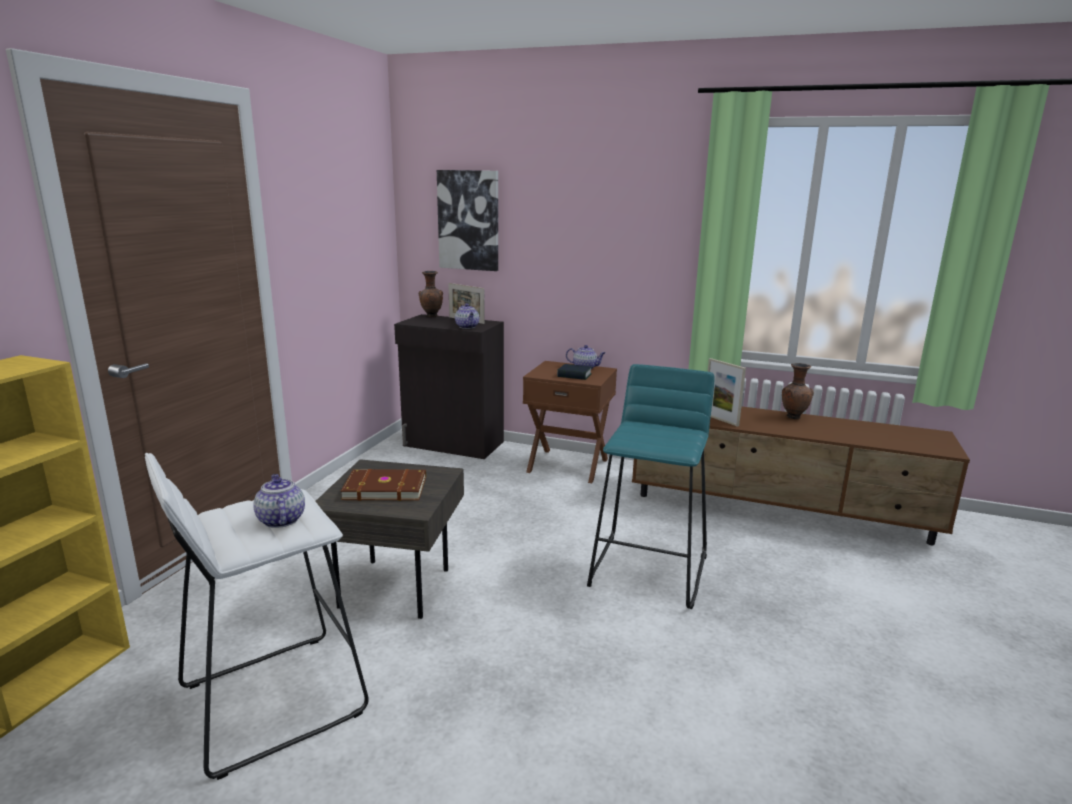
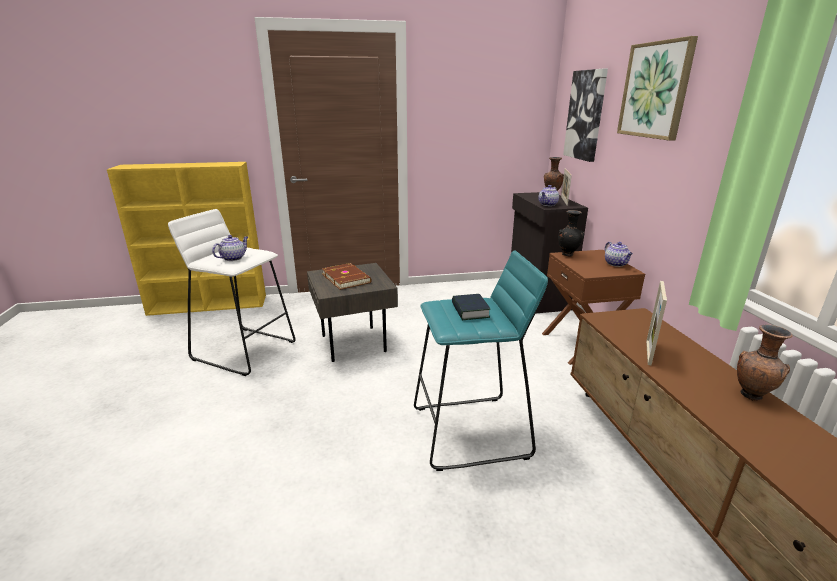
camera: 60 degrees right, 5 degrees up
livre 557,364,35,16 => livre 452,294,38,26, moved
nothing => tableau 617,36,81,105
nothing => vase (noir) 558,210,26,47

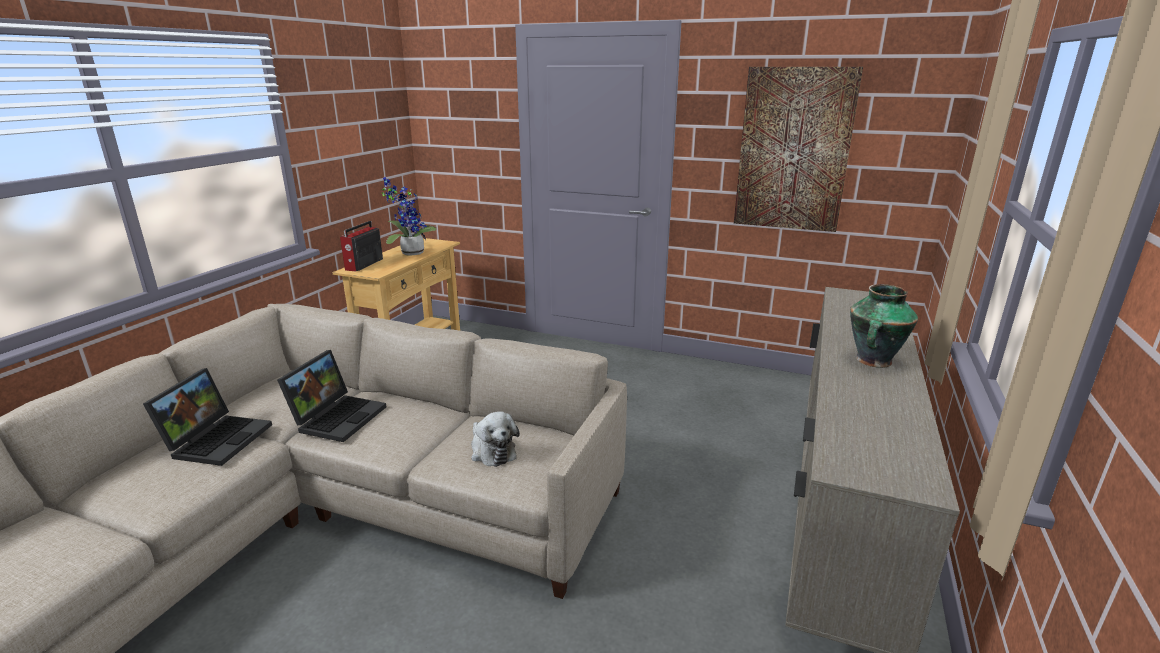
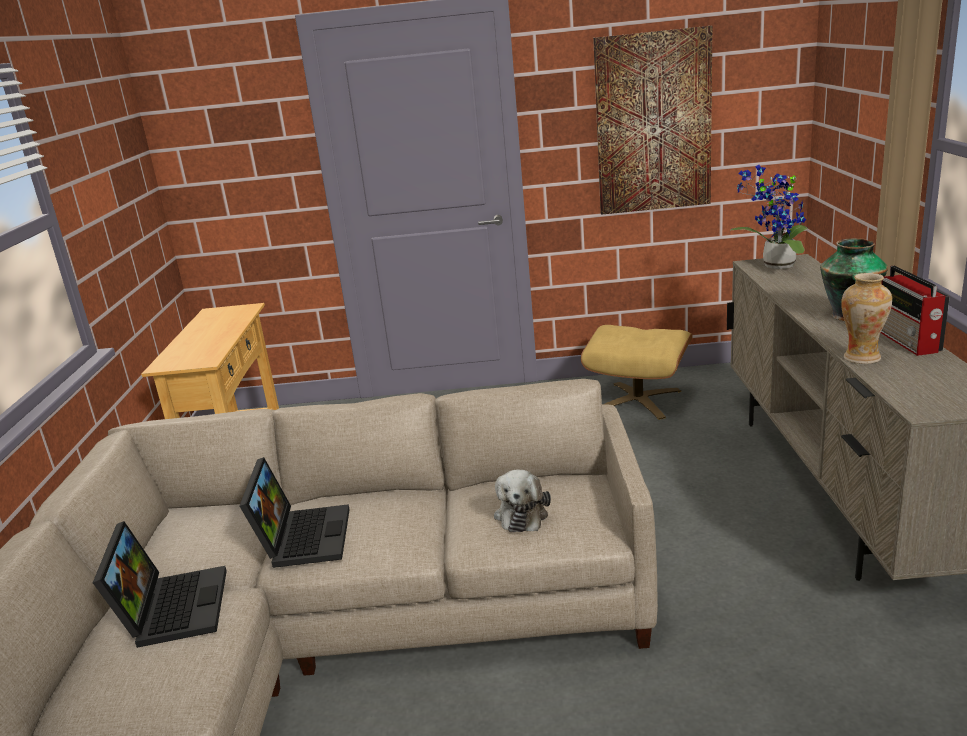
camera: 20 degrees left, 0 degrees up
plante en pot 382,177,55,79 => plante en pot 730,165,77,104, moved
radio 340,221,43,50 => radio 881,266,69,90, moved
peluche 471,411,48,56 => peluche 494,470,57,62, 60 degrees clockwise
nothing => vase 841,273,51,91
nothing => pouf (beige) 581,325,112,95

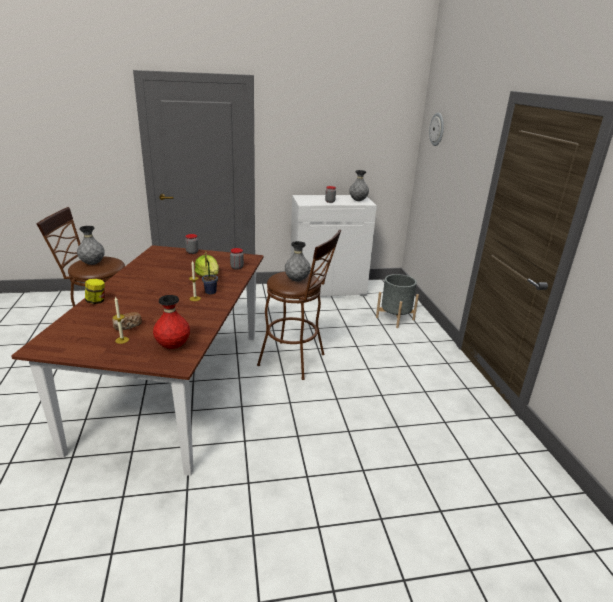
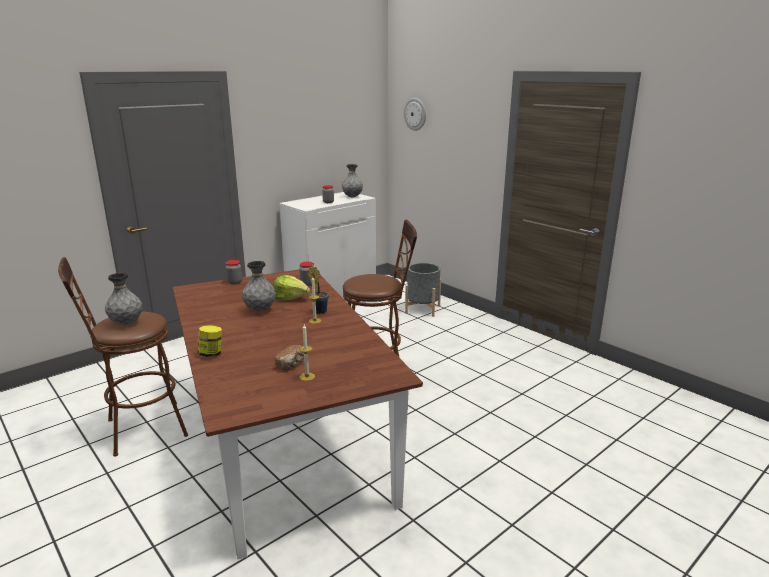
camera: 30 degrees left, 5 degrees down
vase (gris) 285,241,26,41 => vase (gris) 242,261,34,51, moved
vase (rouge) 153,295,37,54 => nothing

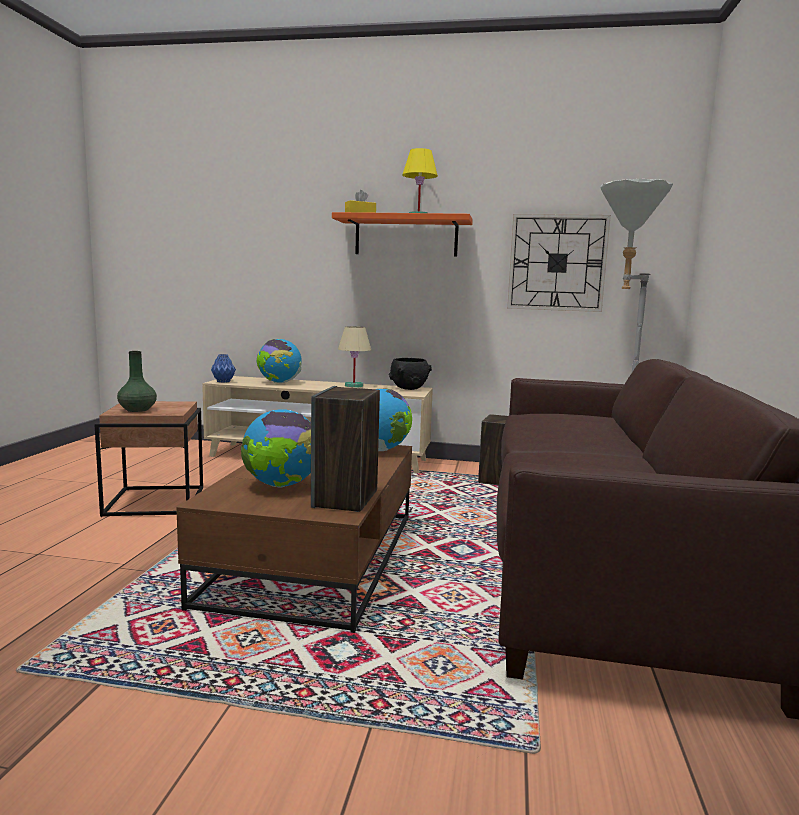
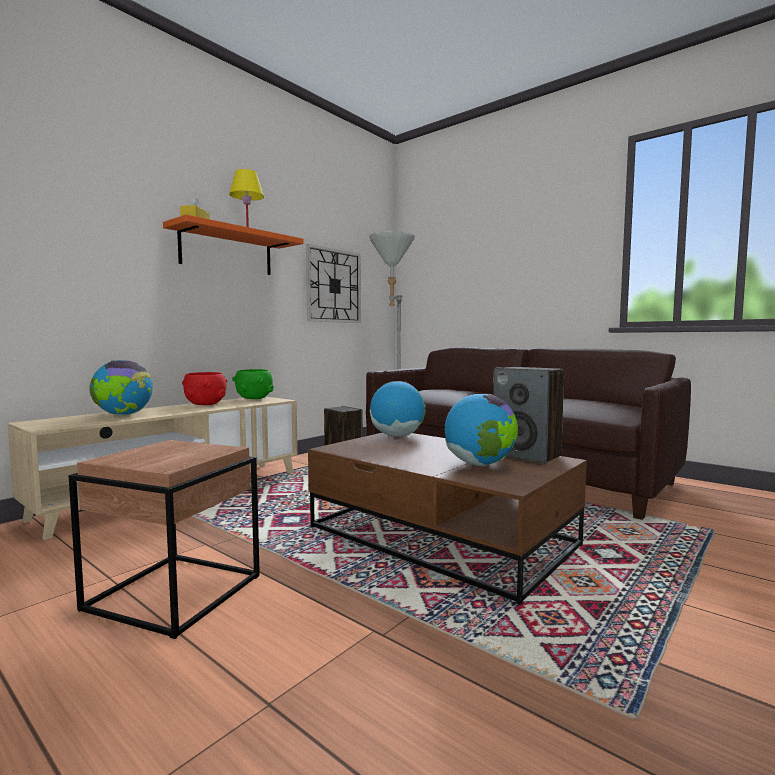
camera: 60 degrees left, 5 degrees down
lampe de table (beige) 338,326,33,62 => bol (rouge) 182,372,45,33
vase (vert) 117,351,40,61 => nothing
vase (bleu) 211,354,25,29 => nothing
bol (noir) 389,358,43,32 => bol (vert) 232,369,42,30

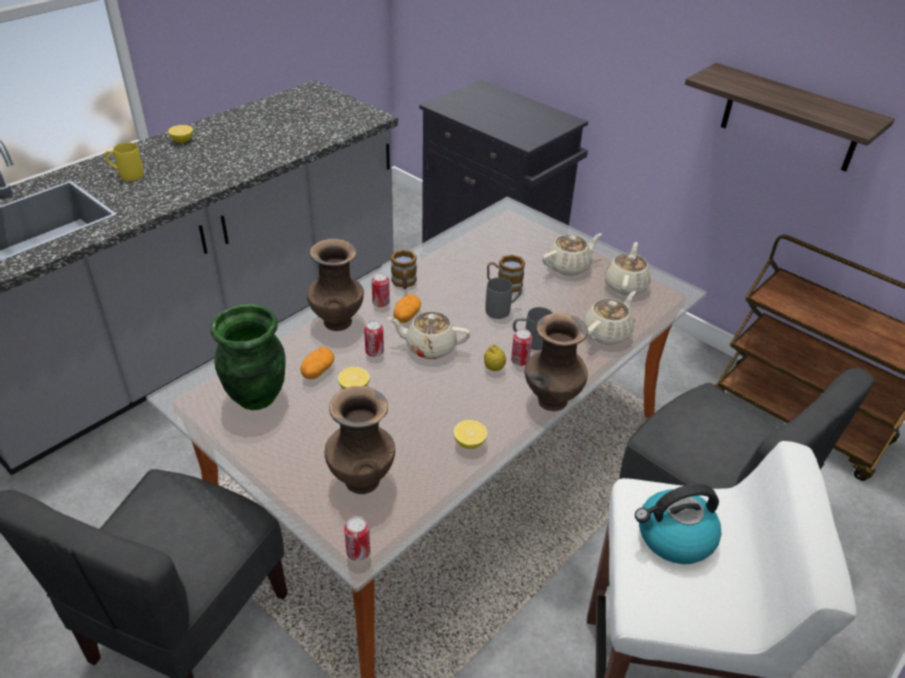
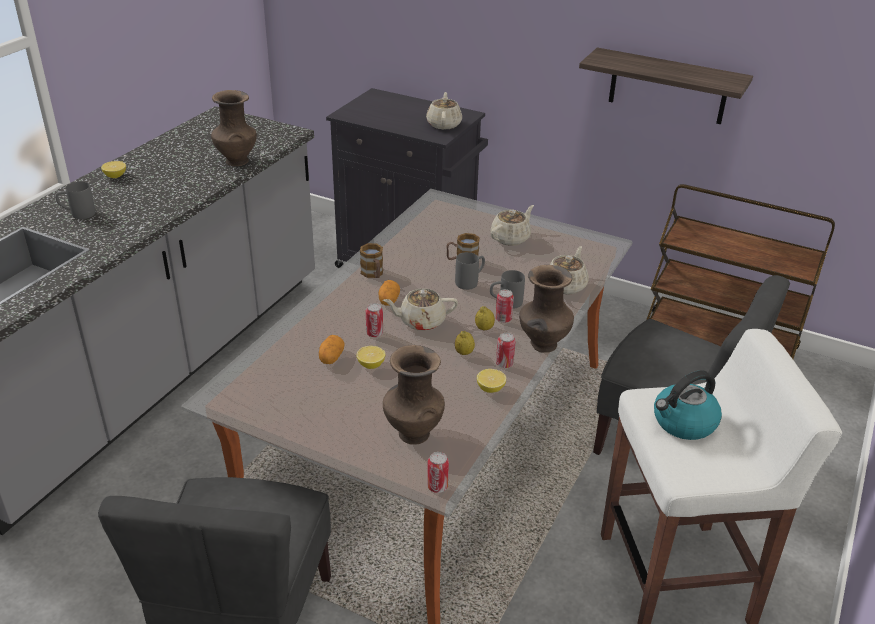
camera: 15 degrees left, 5 degrees down
mug (jaune) 105,142,39,39 => mug (gris) 55,182,41,37
vase (marron) 307,239,57,92 => vase (marron) 211,90,46,76, moved
théière (beige) 604,242,47,53 => théière (beige) 426,92,36,37, moved
boîte métallique 372,273,18,34 => boîte métallique 496,333,20,35, moved
vase (vert) 210,304,75,106 => nothing
nothing => citron 455,331,20,24

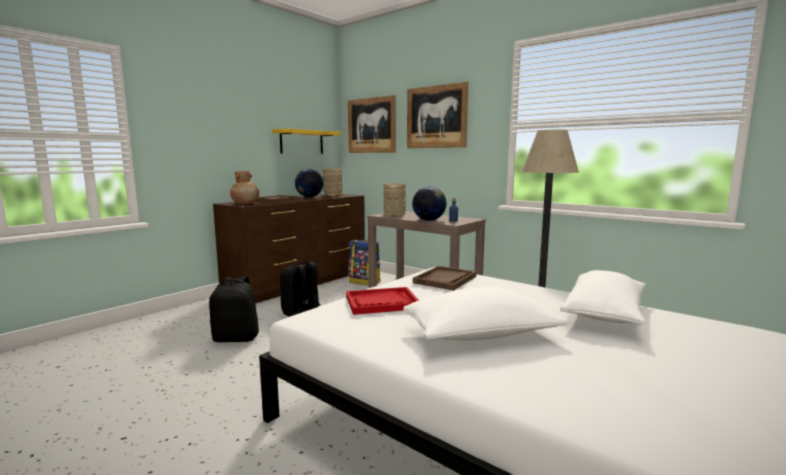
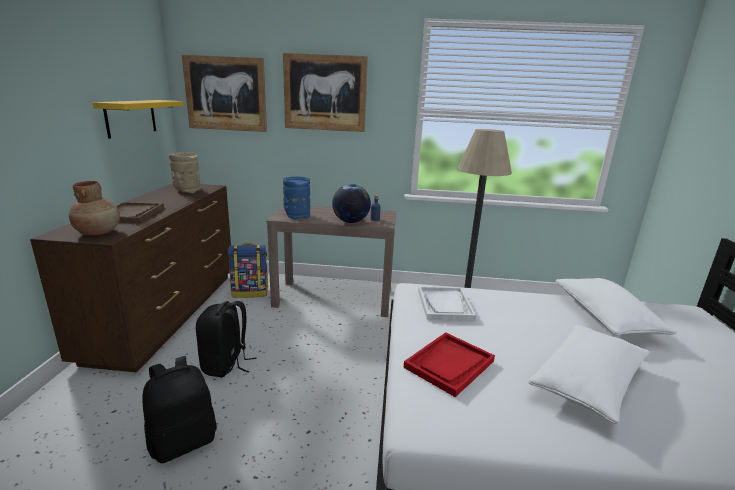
camera: 35 degrees left, 10 degrees up
globe 295,169,28,28 => nothing
vase (beige) 383,183,23,34 => vase (bleu) 283,177,27,43
plateau (marron) 413,266,63,25 => plateau (blanc) 418,286,58,35

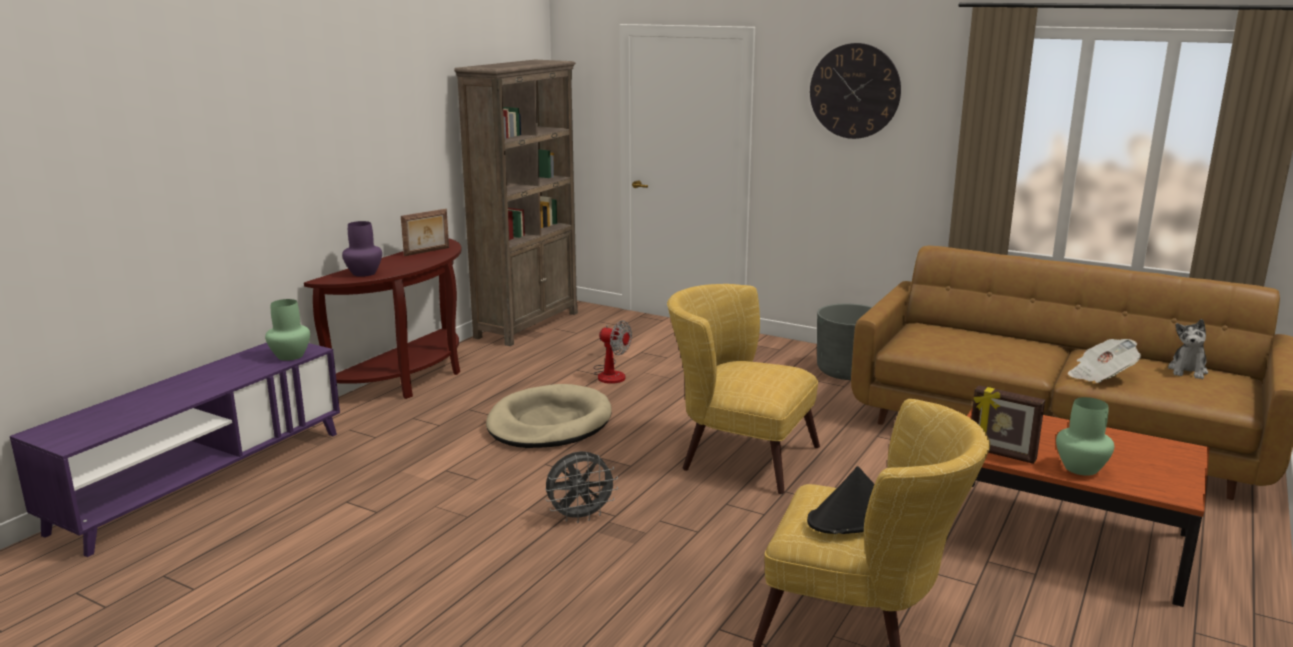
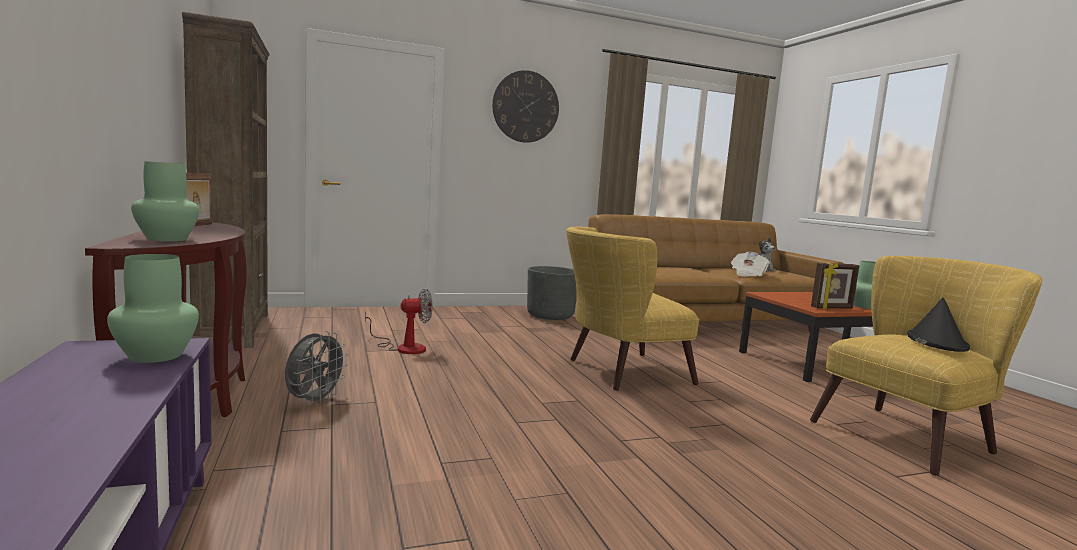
camera: 50 degrees left, 10 degrees down
vase (violet) 342,221,40,56 => vase (vert) 131,161,69,80
panier pour chien (beige) 486,384,126,64 => nothing
ventilateur (gris) 545,451,73,72 => ventilateur (gris) 285,331,63,75, moved

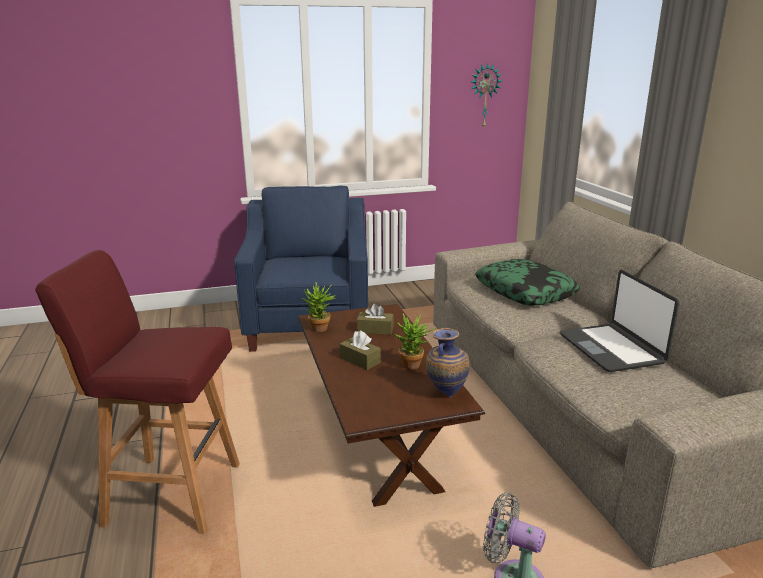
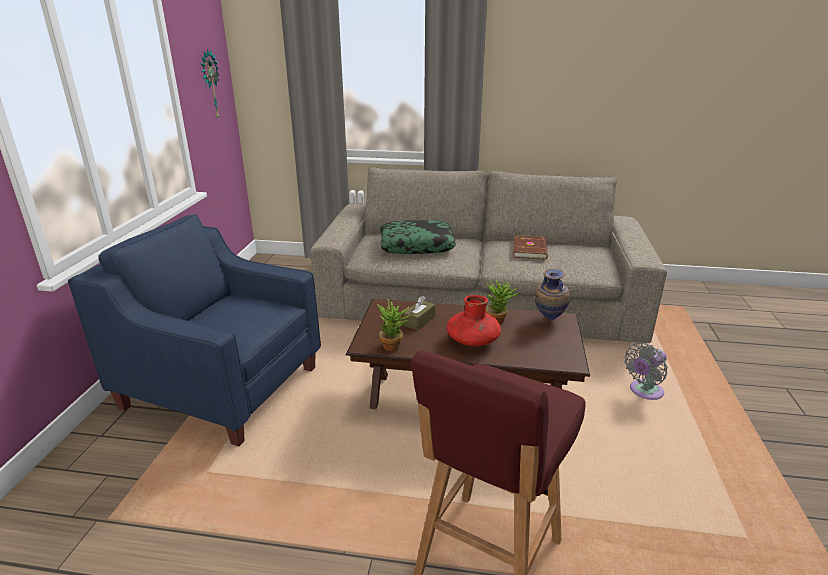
camera: 65 degrees left, 5 degrees up
ordinateur portable 560,270,120,102 => livre (marron) 513,235,35,25
boîte à mouchoirs (marron) 340,330,41,40 => vase (rouge) 446,295,55,52

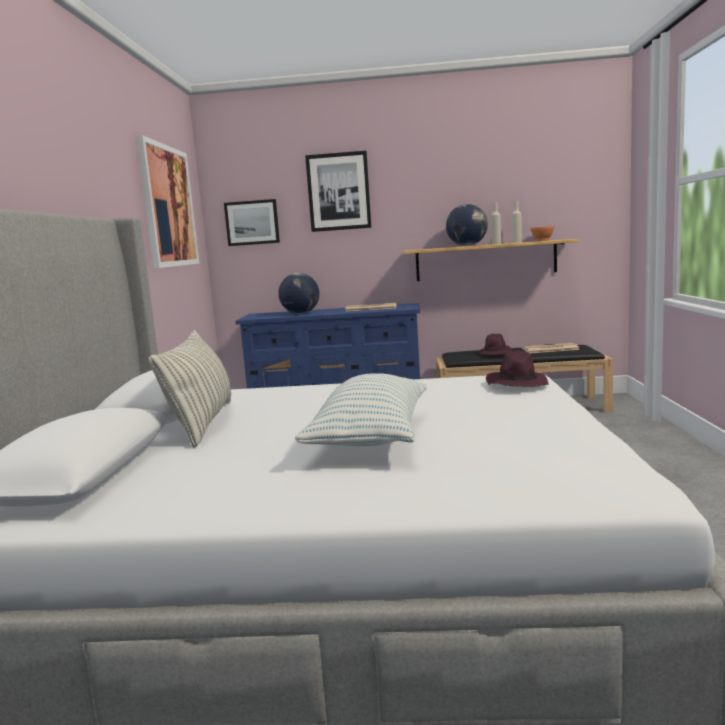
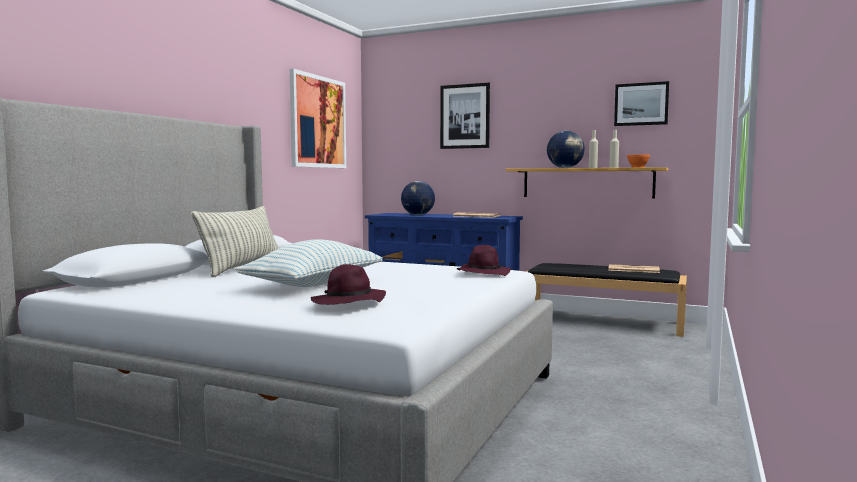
camera: 20 degrees right, 5 degrees down
tableau 224,199,56,47 => tableau 614,81,55,45, moved
chapeau (violet) 477,334,38,21 => chapeau (violet) 311,264,75,41, moved

